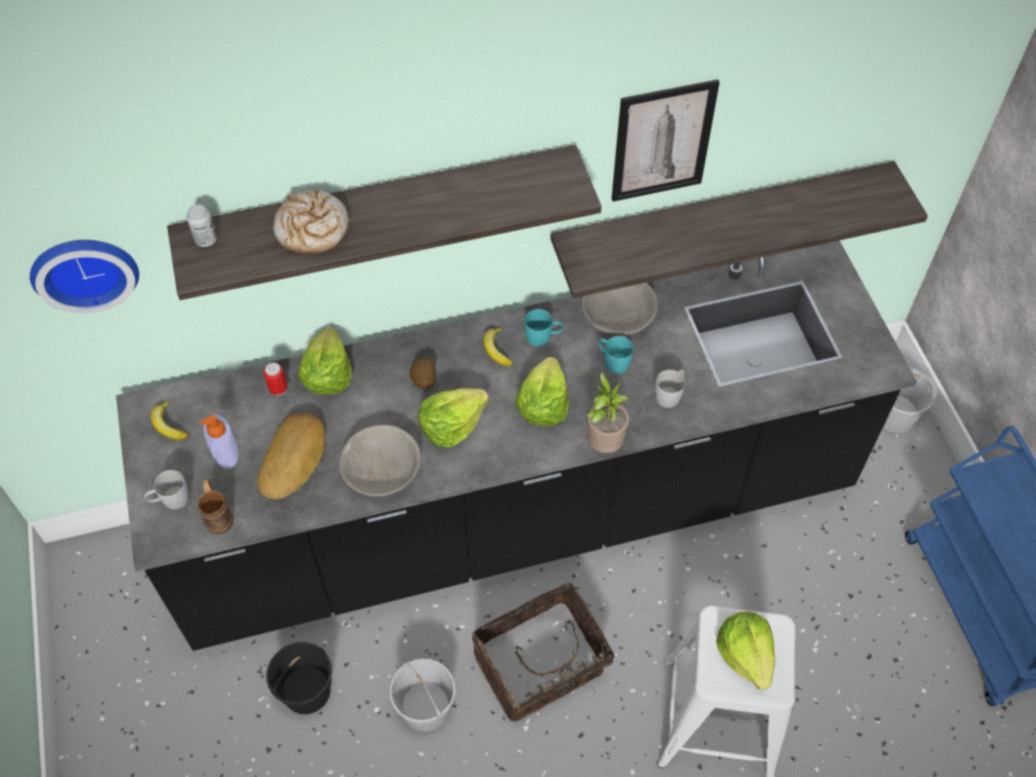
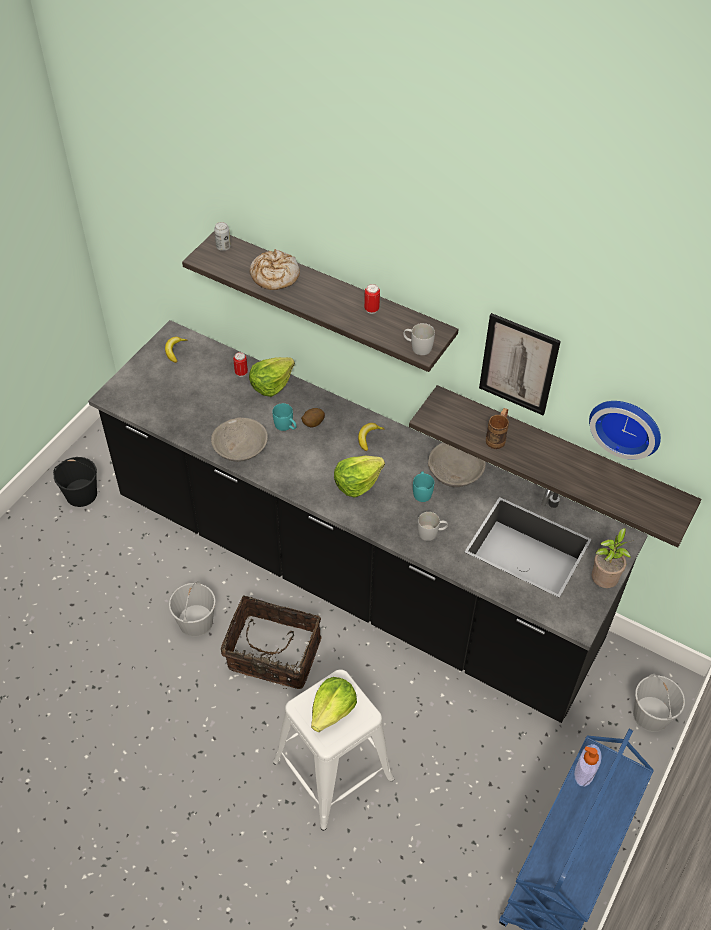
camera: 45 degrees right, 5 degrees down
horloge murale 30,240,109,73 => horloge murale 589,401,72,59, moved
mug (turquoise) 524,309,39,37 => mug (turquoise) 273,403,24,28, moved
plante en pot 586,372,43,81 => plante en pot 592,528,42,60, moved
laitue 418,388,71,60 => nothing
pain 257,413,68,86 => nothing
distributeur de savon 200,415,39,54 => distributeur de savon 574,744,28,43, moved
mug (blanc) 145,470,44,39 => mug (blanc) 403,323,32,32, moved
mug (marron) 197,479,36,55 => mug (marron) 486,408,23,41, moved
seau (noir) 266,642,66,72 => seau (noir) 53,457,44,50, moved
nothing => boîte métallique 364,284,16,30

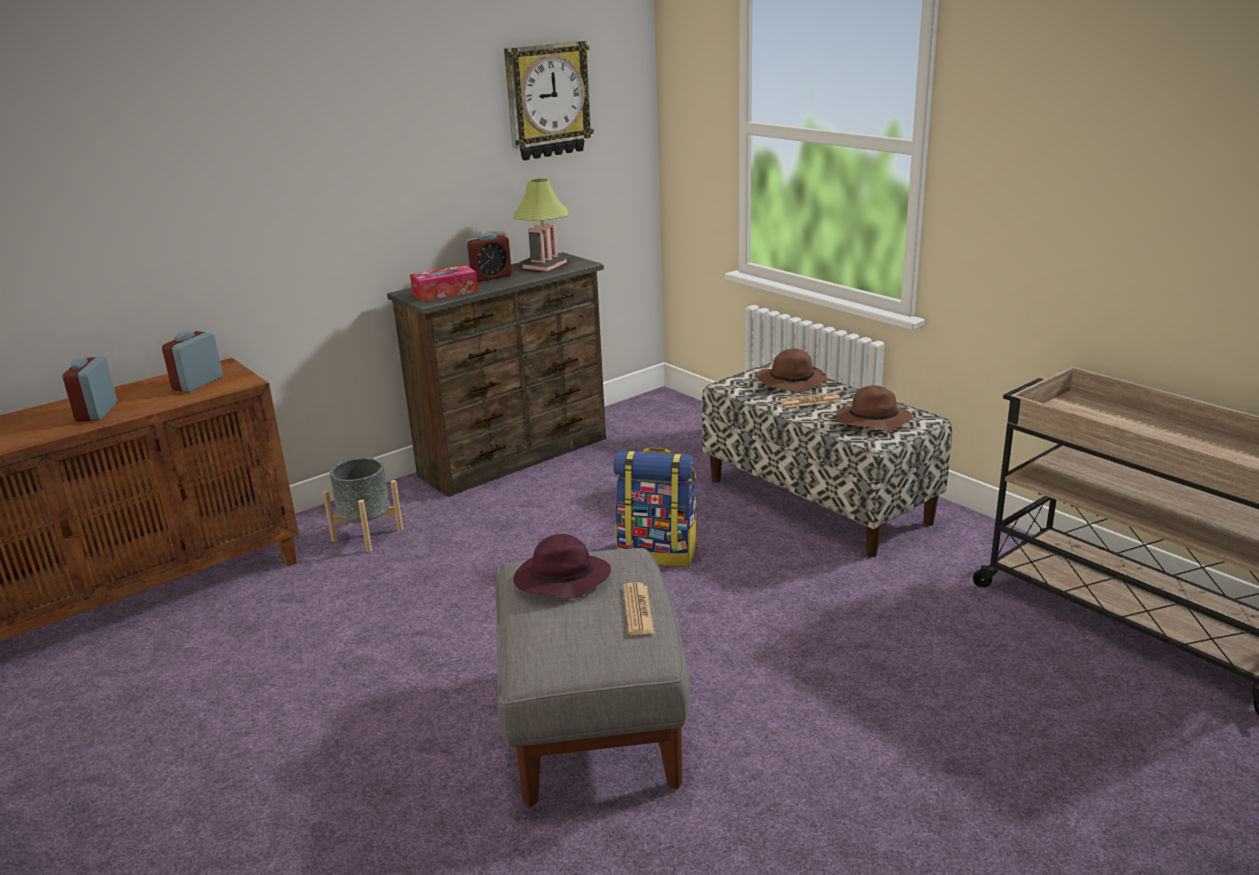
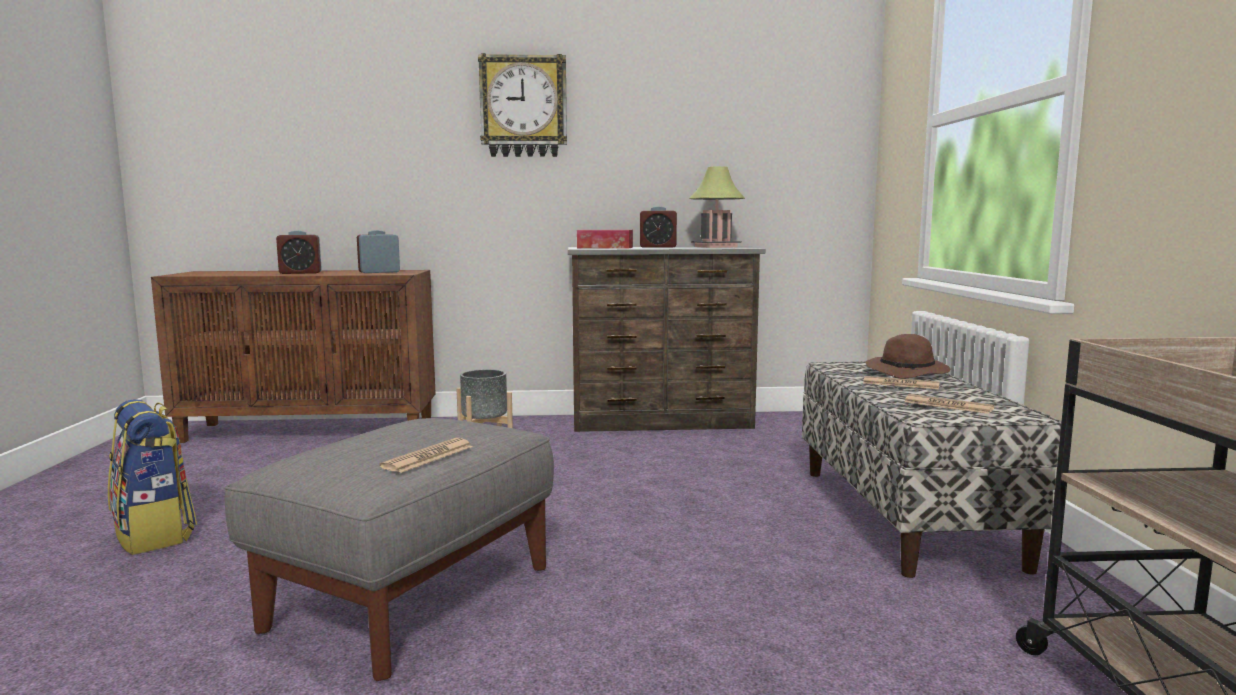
camera: 35 degrees right, 15 degrees down
horloge murale 504,41,90,120 => horloge murale 478,53,89,104, moved
réveil 63,357,54,65 => réveil 276,231,46,43, 135 degrees counterclockwise
chapeau (marron) 836,385,76,46 => journal 905,394,89,20
sac à dos 613,448,85,118 => sac à dos 108,399,89,156, moved
chapeau (violet) 514,534,97,65 => nothing

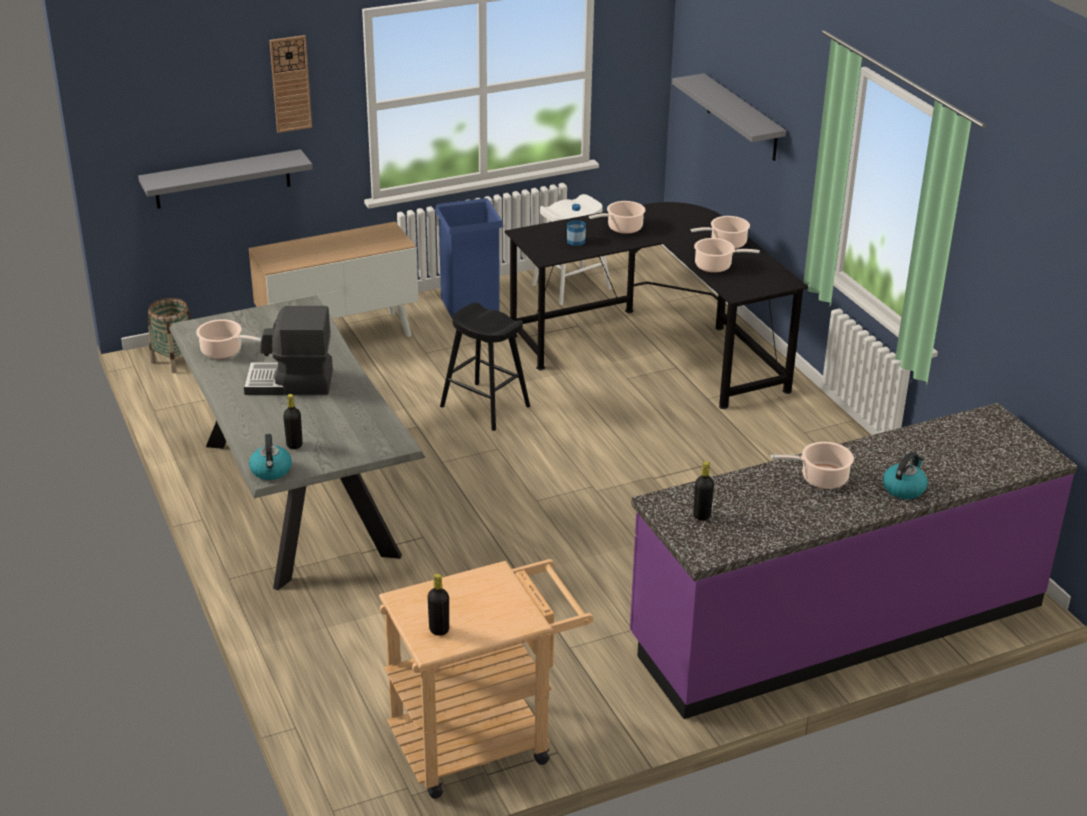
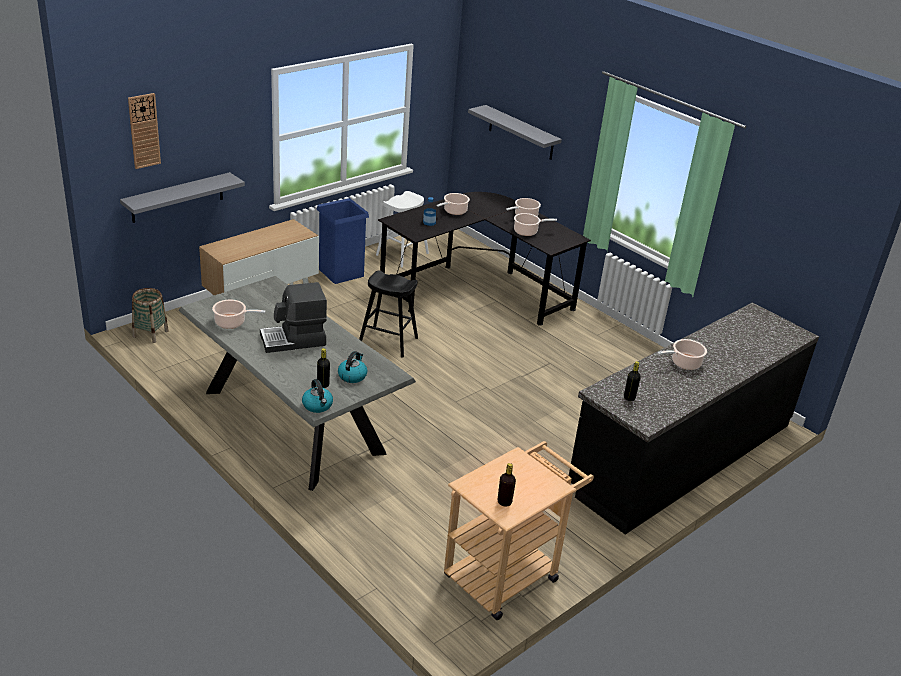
camera: 20 degrees left, 0 degrees up
horloge murale 269,35,43,98 => horloge murale 128,93,33,76, moved
comptoir de cuisine (violet) 630,403,447,316 => comptoir de cuisine (noir) 569,303,250,232
bouilloire 883,452,45,47 => bouilloire 338,351,29,32, moved

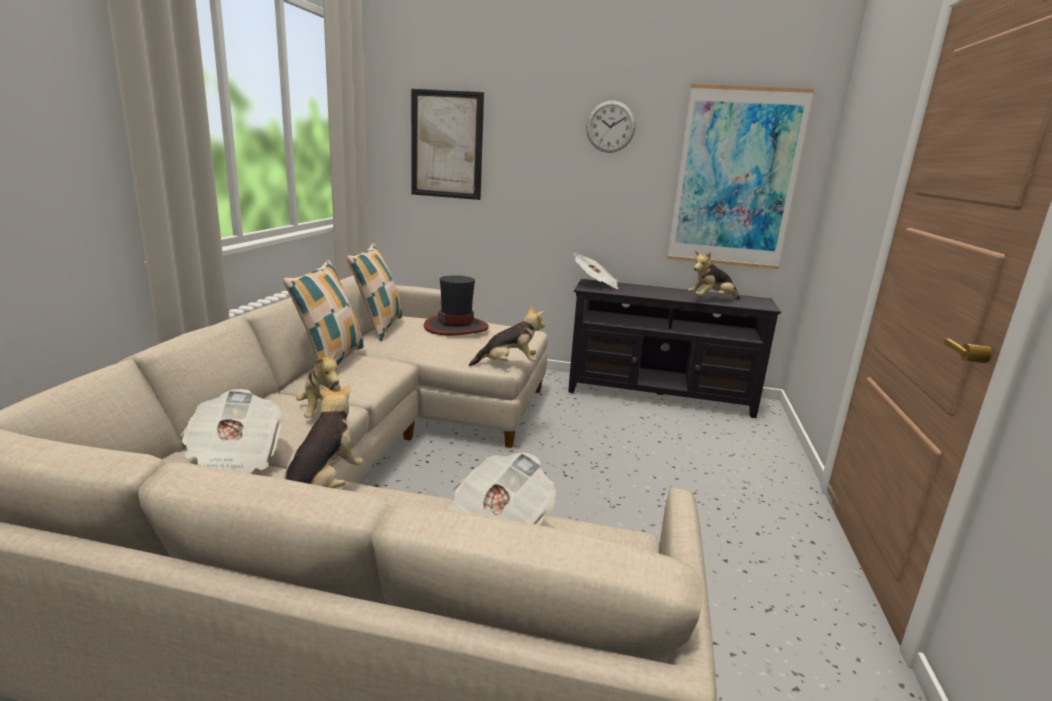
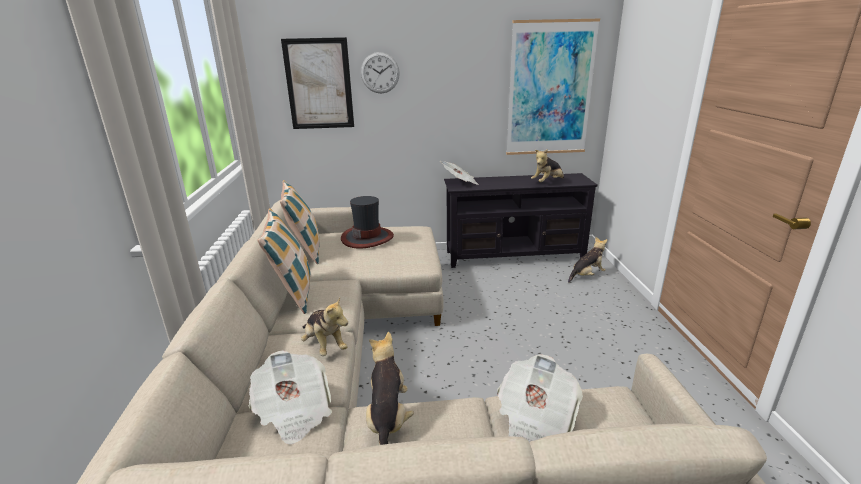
camera: 15 degrees left, 5 degrees up
horloge murale 586,100,49,53 => horloge murale 361,52,39,41, moved
peluche 469,306,76,60 => peluche 568,237,40,46, moved

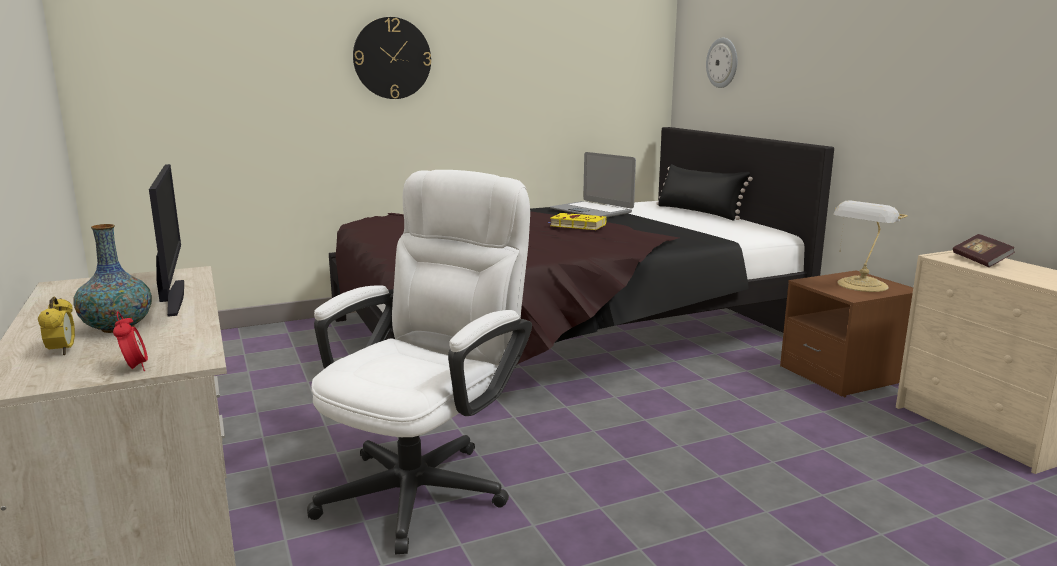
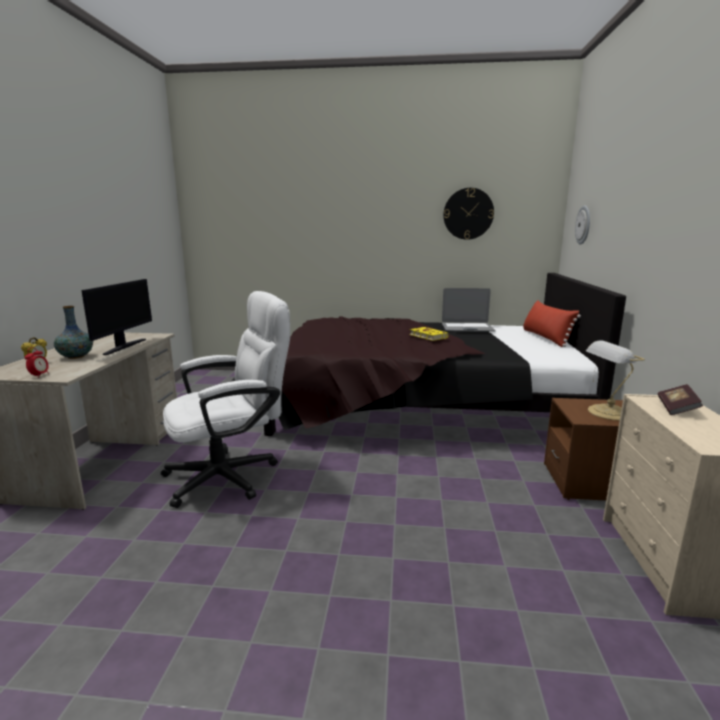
camera: 30 degrees right, 0 degrees up
horloge murale 353,17,78,82 => horloge murale 443,188,51,52, moved
ordinateur portable 550,152,86,66 => ordinateur portable 442,288,53,44, 75 degrees counterclockwise
coussin (noir) 657,164,96,57 => coussin (rouge) 523,300,58,47

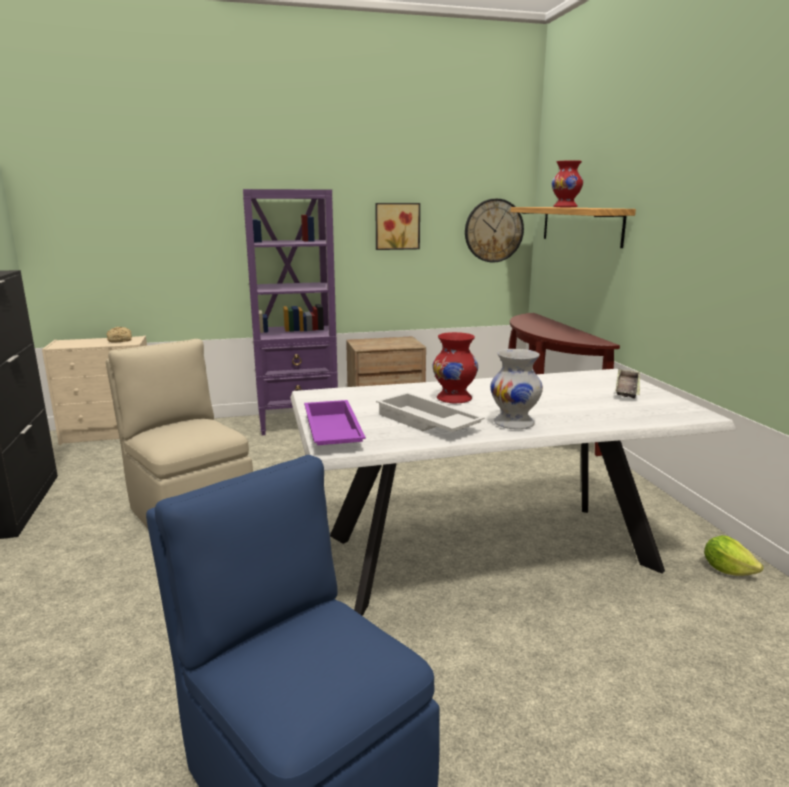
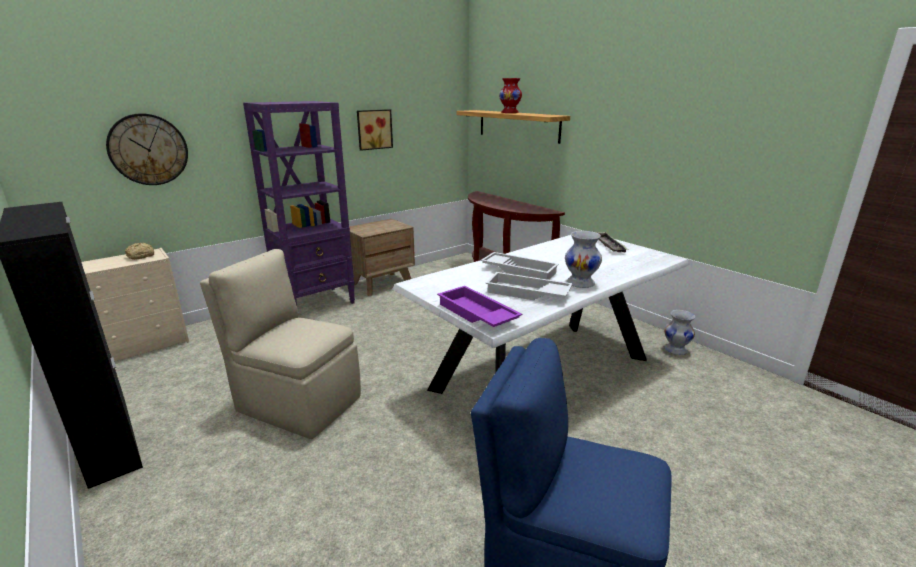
camera: 25 degrees left, 5 degrees up
horloge murale 465,199,59,64 => horloge murale 106,113,82,72, moved
vase (rouge) 433,332,45,71 => plateau (blanc) 481,252,78,28
laitue 704,535,59,41 => vase (blanc) 664,310,31,45

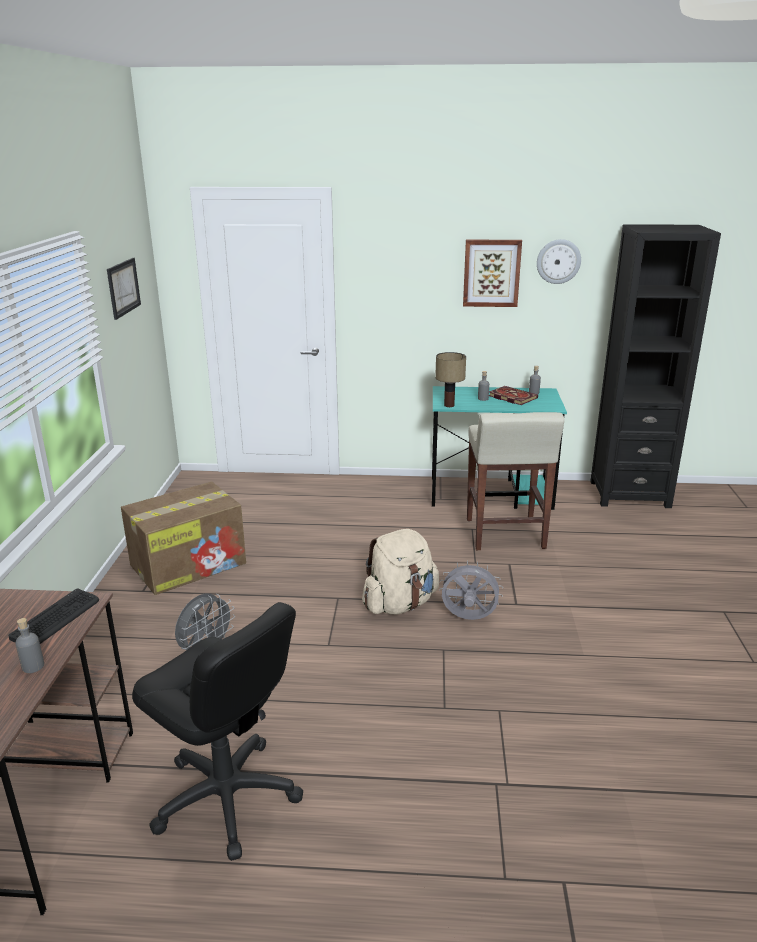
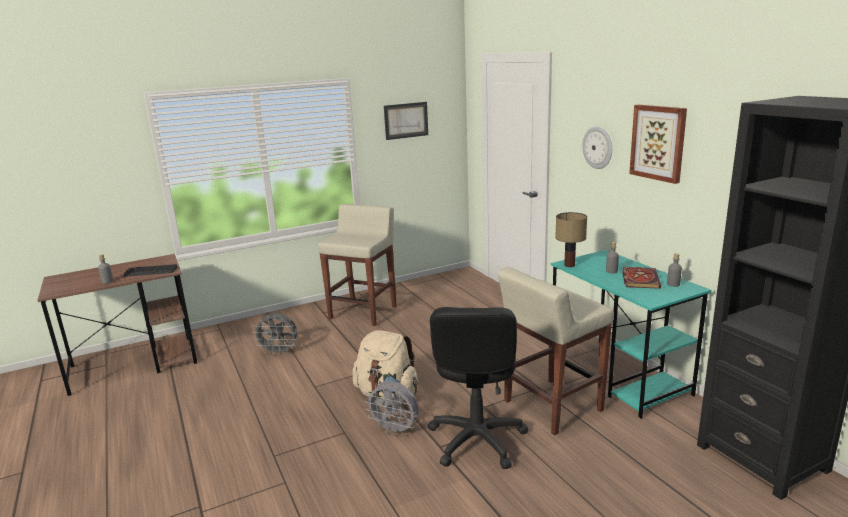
camera: 60 degrees right, 5 degrees down
horloge murale 537,239,44,45 => horloge murale 582,127,30,42, moved
carton 121,481,125,114 => tabouret (beige) 318,204,79,122
ventilateur (gris) 439,560,64,60 => ventilateur (gris) 364,381,55,55, 135 degrees clockwise
chaise de bureau (noir) 132,602,171,259 => chaise de bureau (noir) 428,307,101,162, moved

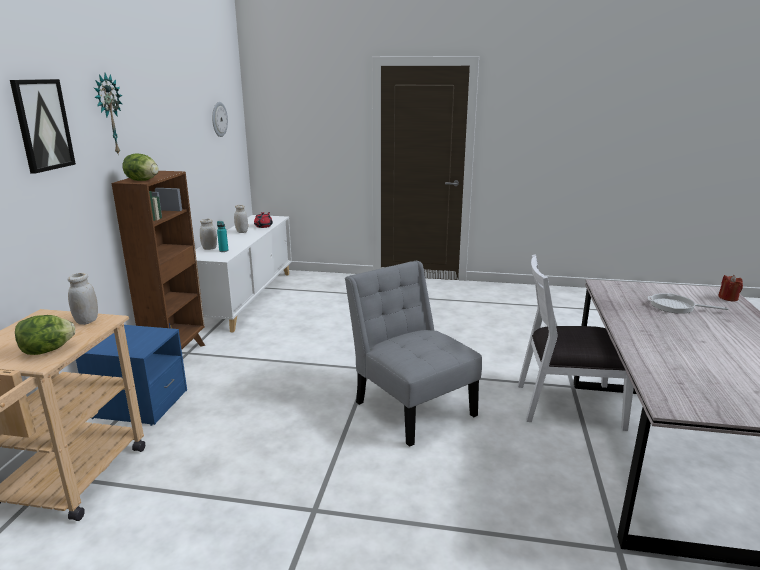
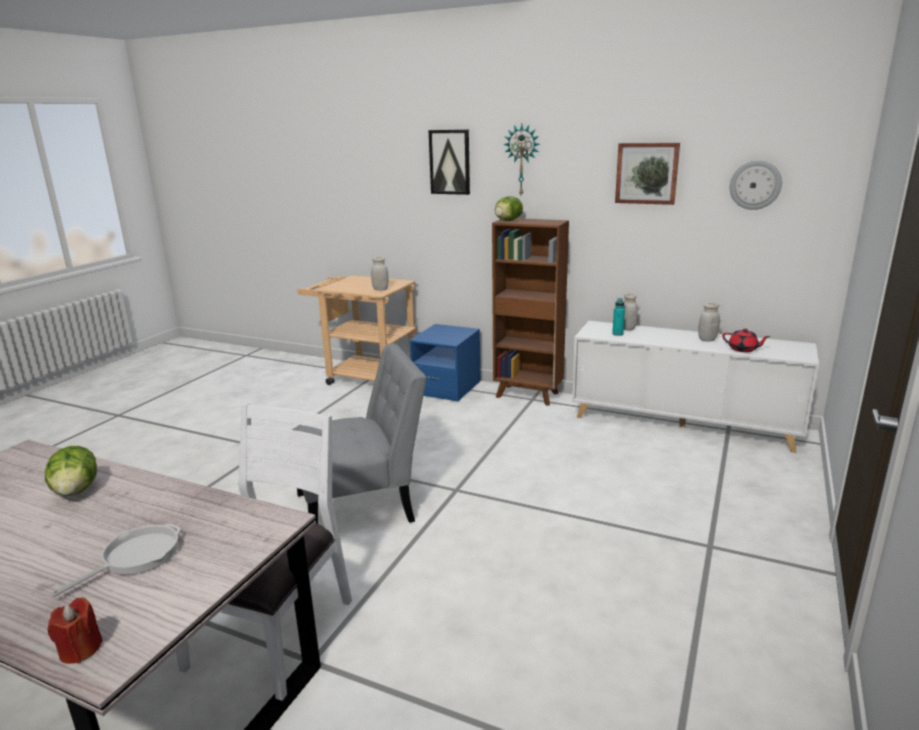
camera: 105 degrees right, 0 degrees up
laitue 15,315,60,40 => laitue 45,446,52,50, moved
nothing => tableau 615,143,65,62

